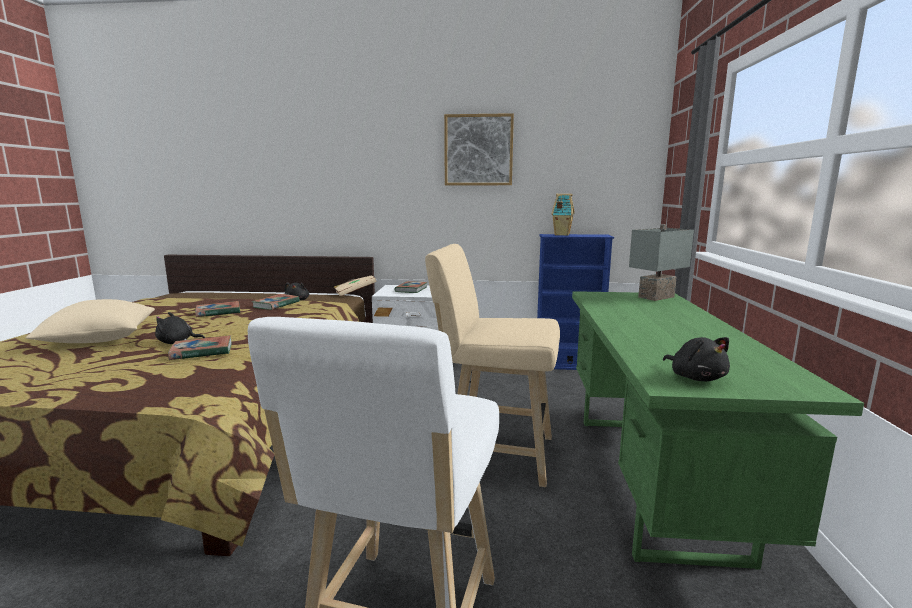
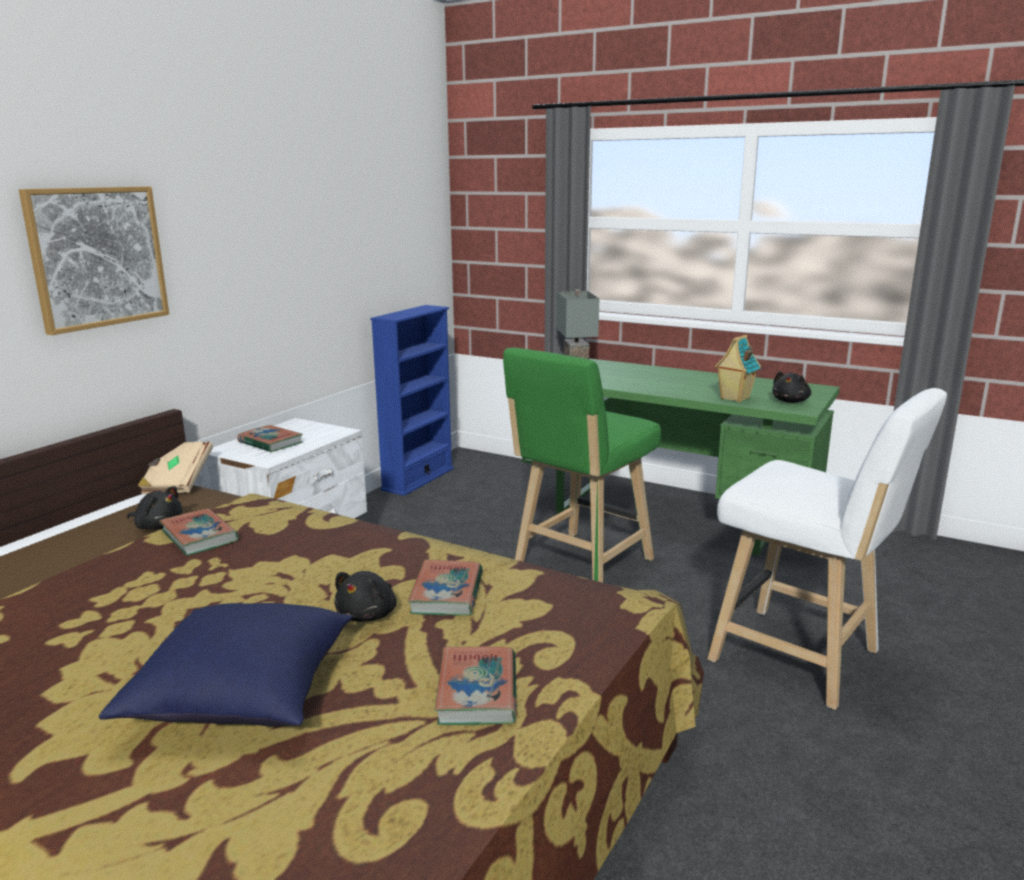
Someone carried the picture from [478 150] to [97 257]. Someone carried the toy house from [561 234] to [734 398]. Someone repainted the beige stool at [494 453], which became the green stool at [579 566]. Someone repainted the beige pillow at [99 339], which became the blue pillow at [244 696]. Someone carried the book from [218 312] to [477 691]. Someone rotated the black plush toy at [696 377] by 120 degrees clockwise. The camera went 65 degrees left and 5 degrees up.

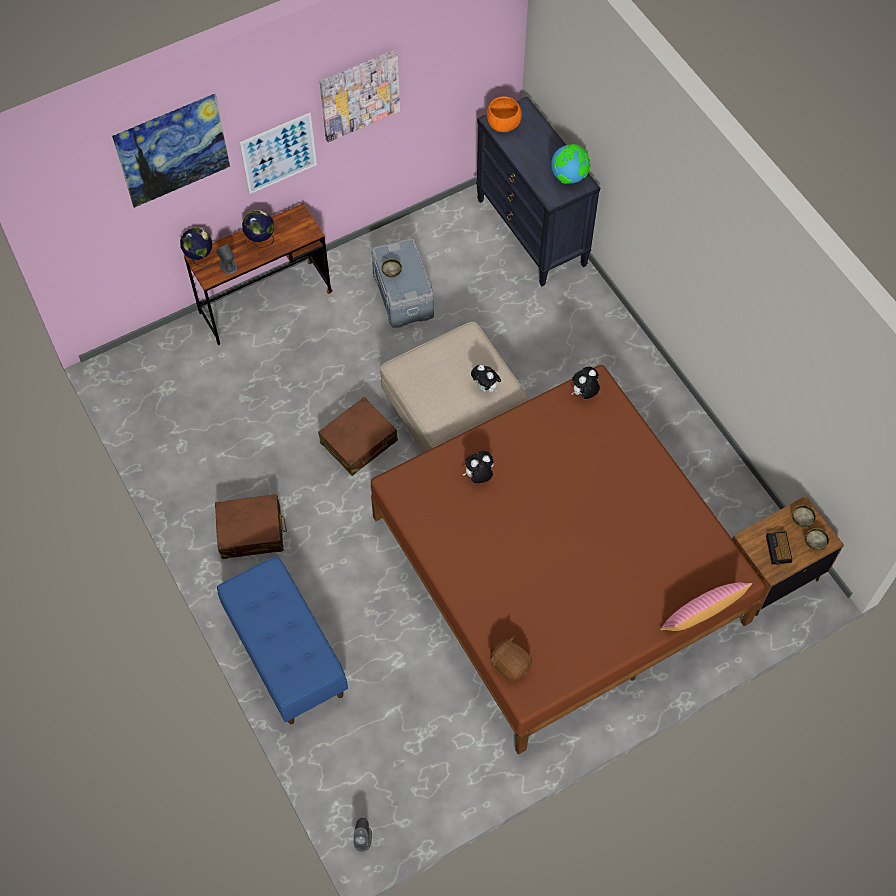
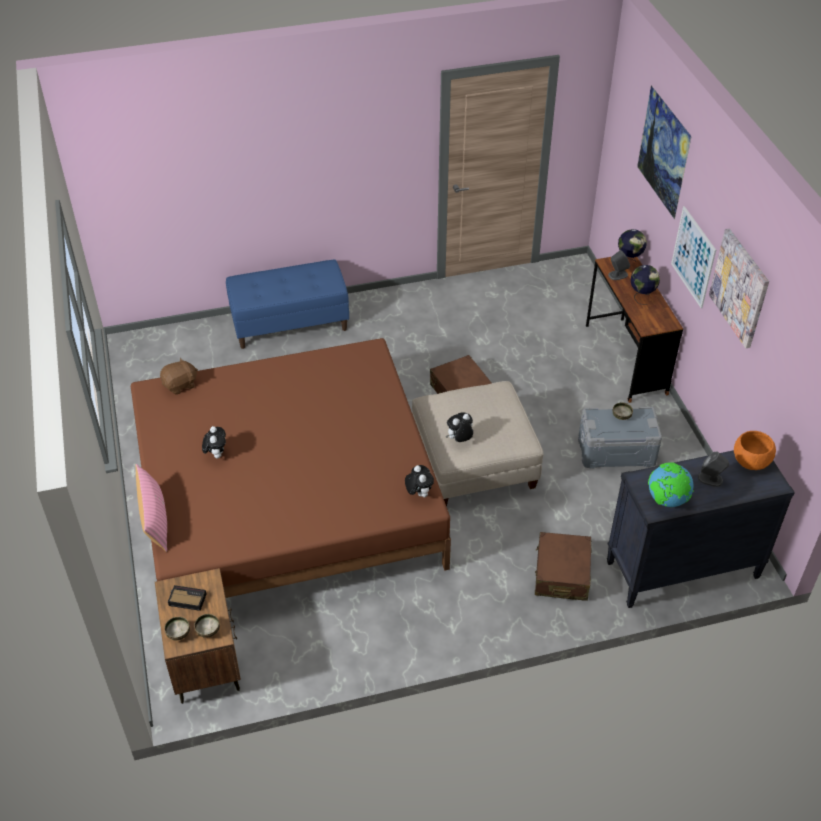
Someone carried the plush toy from [479 477] to [216 454]. Someone carried the brown suitcase from [251 532] to [561 574]. Someone carried the grey speaker from [362 838] to [710 479]. The camera went 105 degrees right and 15 degrees down.

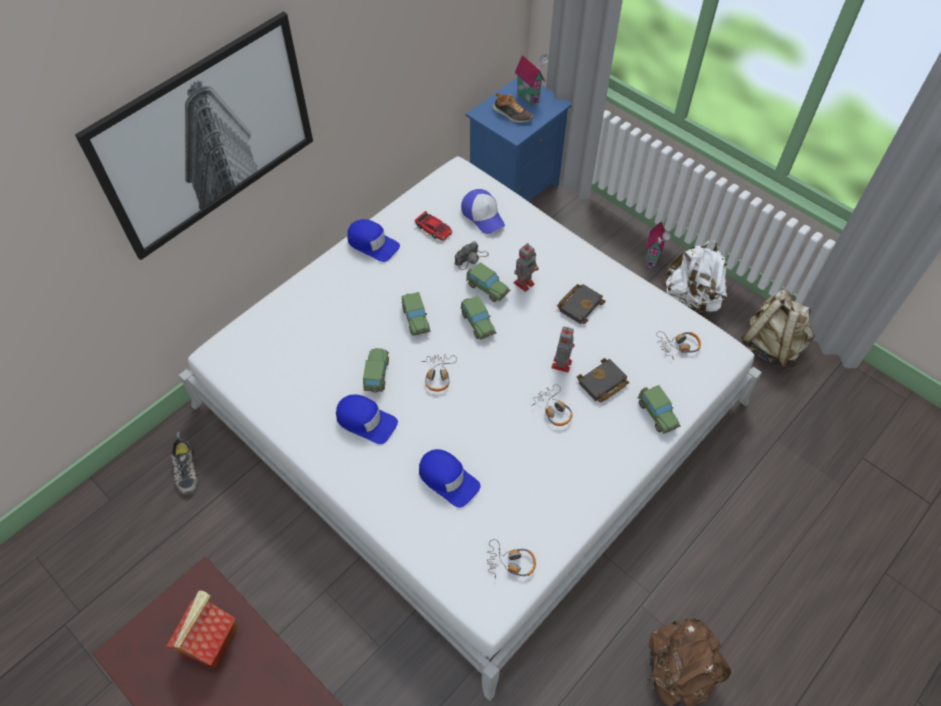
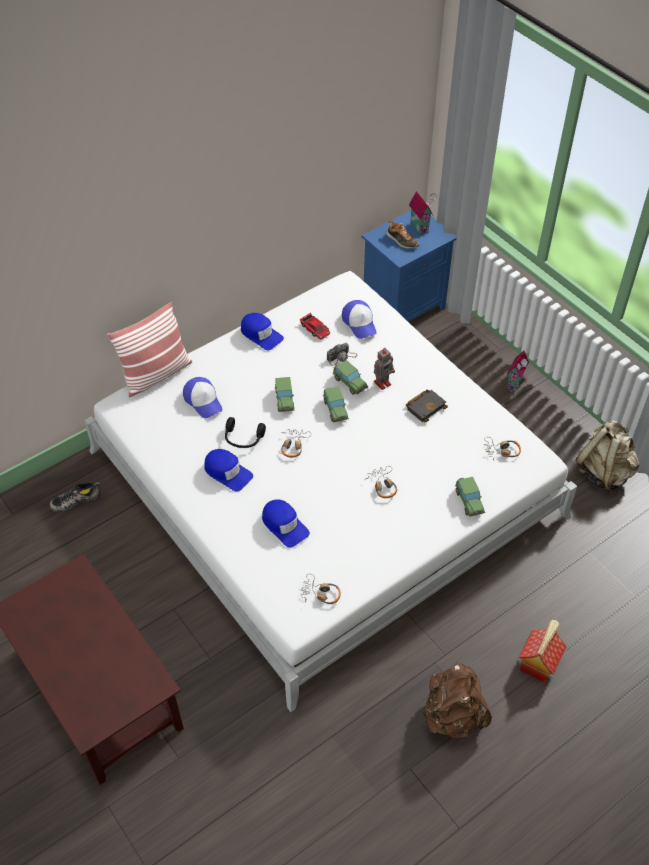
Someone took away the picture at [207 135]. Someone took away the white backpack at [690 300]. Someone took away the toy robot at [561 363]. Someone swapped the toy car at [376 375] for the black headphones at [243 438]. Someone took away the black book at [602 384]. Someone rotated the shoe at [185 469] by 75 degrees clockwise. Someone carried the toy house from [210 639] to [538 662]. Someone put down the pillow at [156 374]. Someone put down the cap at [203 401]. The camera went 10 degrees right and 5 degrees down.

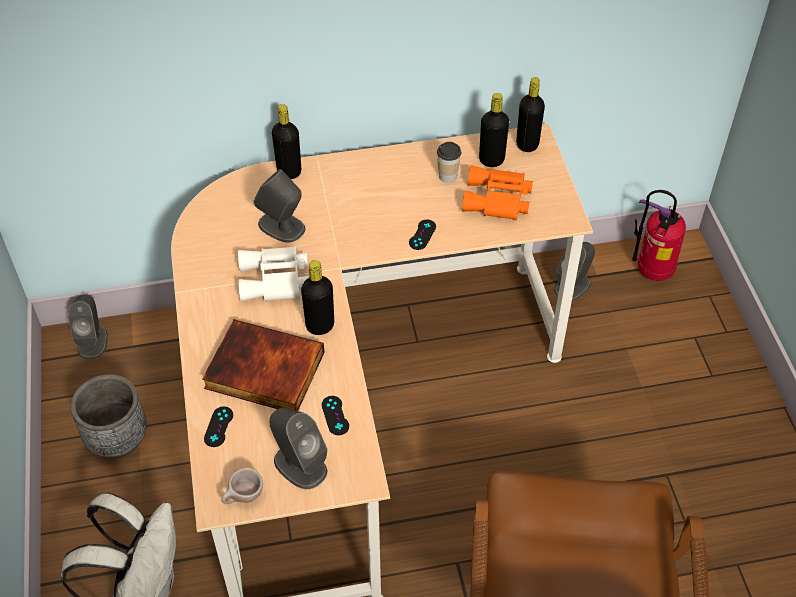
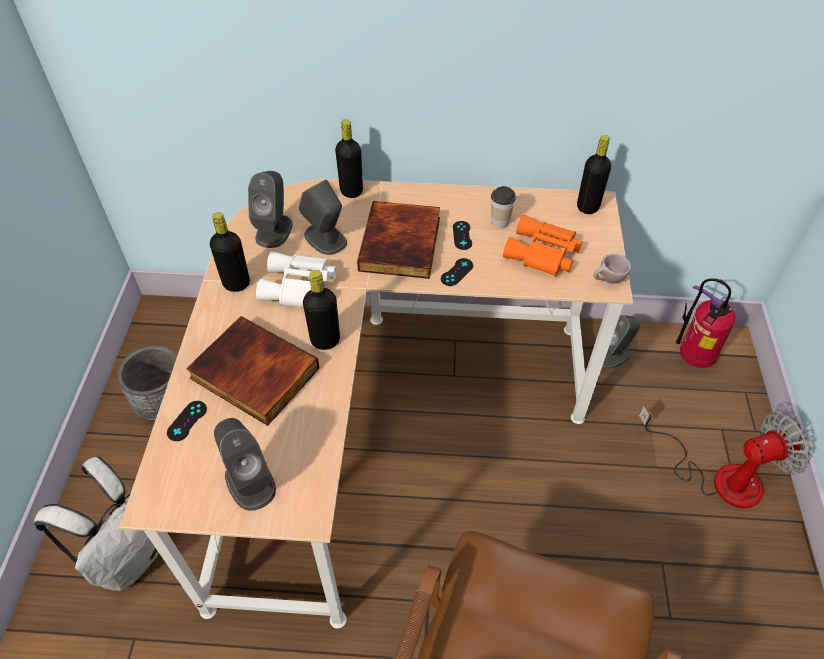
Someone carried the black bottle from [491 160] to [236 283]. Someone carried the grey speaker from [92 342] to [274 230]. Someone carried the black game controller from [335 415] to [462 235]. Someone carried the beige cup from [243 499] to [607 281]. Someone put down the book at [402 244]. Someone put down the fan at [719 476]. The camera went 15 degrees right and 0 degrees up.

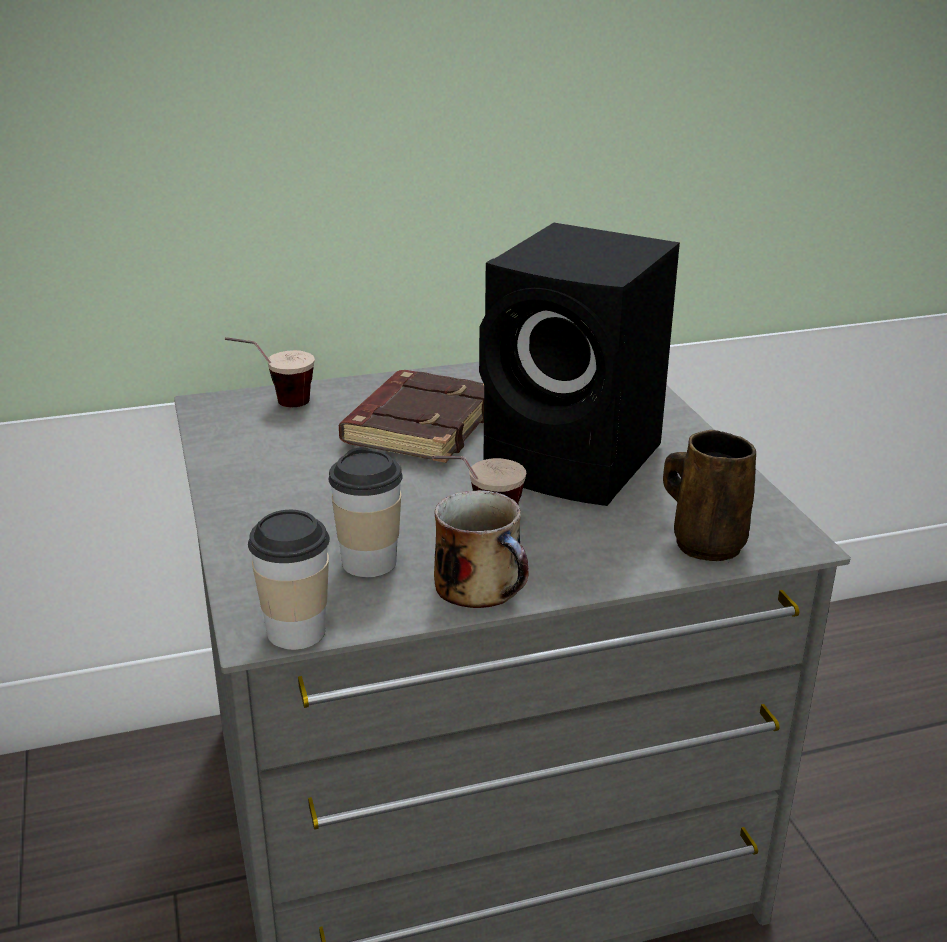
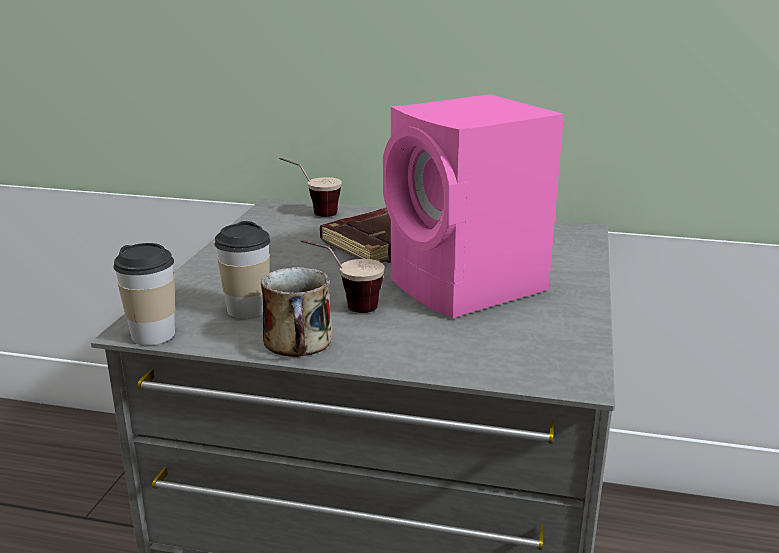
Someone repainted the black speaker at [579 463], which became the pink speaker at [469 288]. Someone took away the brown mug at [704 543]. The camera went 30 degrees right and 5 degrees down.

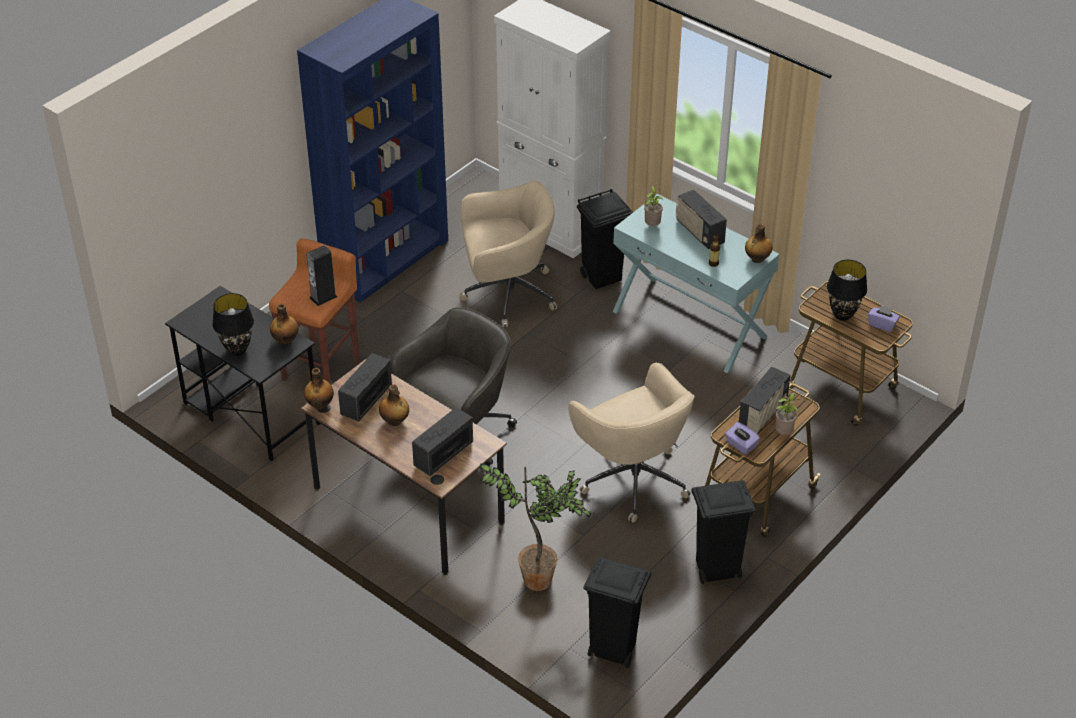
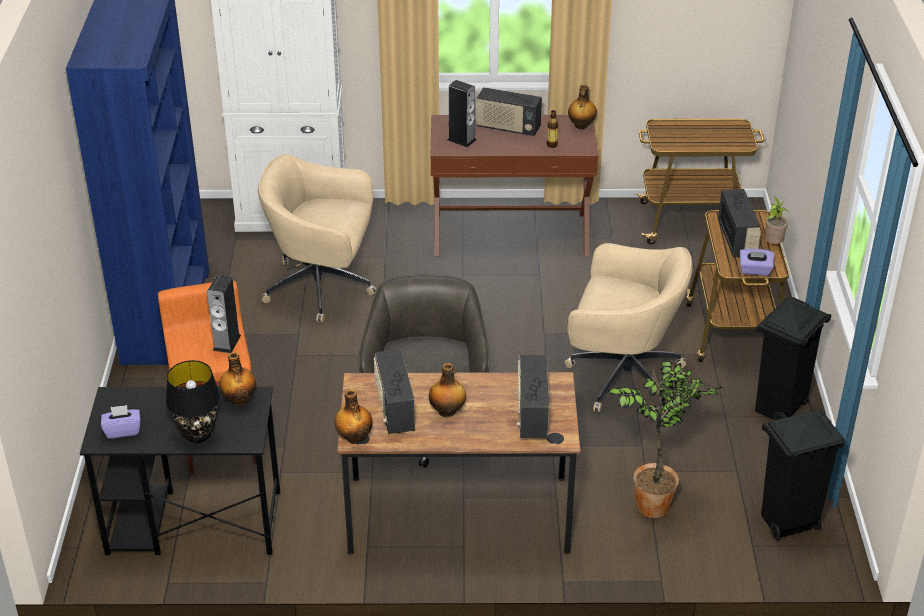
Someone rotated the beige office chair at [507 294] by 120 degrees counterclockwise. Someone swapped the potted plant at [652 225] for the speaker at [461 140]. Someone took away the black trash can at [602 277]. Someone repainted the turquoise console table at [690 323], which became the brown console table at [510 233]. Someone took away the black table lamp at [843 315]. Someone carried the purple tissue box from [882 324] to [122 430]. The camera went 40 degrees left and 5 degrees down.

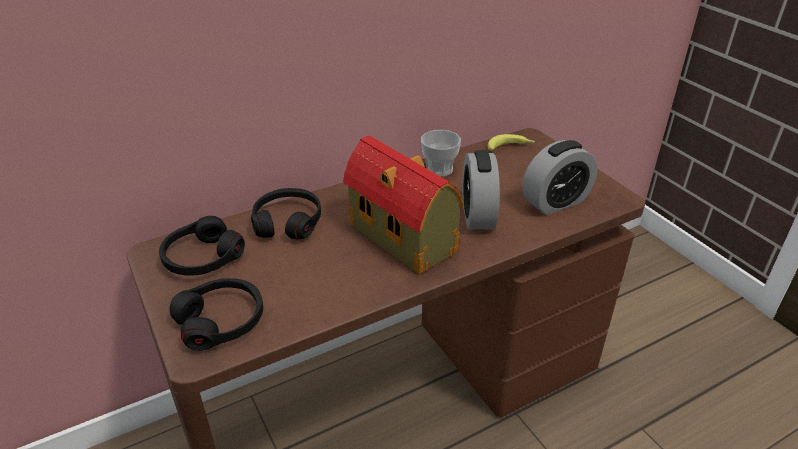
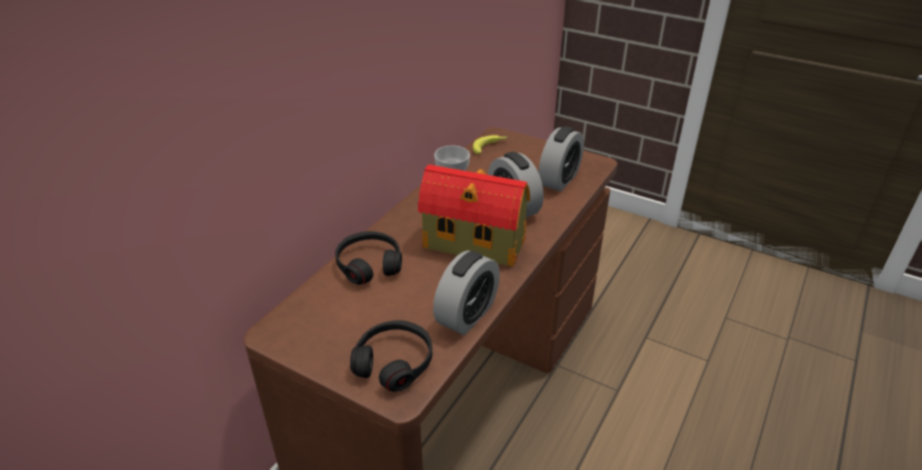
Someone took away the black headphones at [202 258]. Someone put down the alarm clock at [467 315]. The camera went 30 degrees left and 0 degrees up.

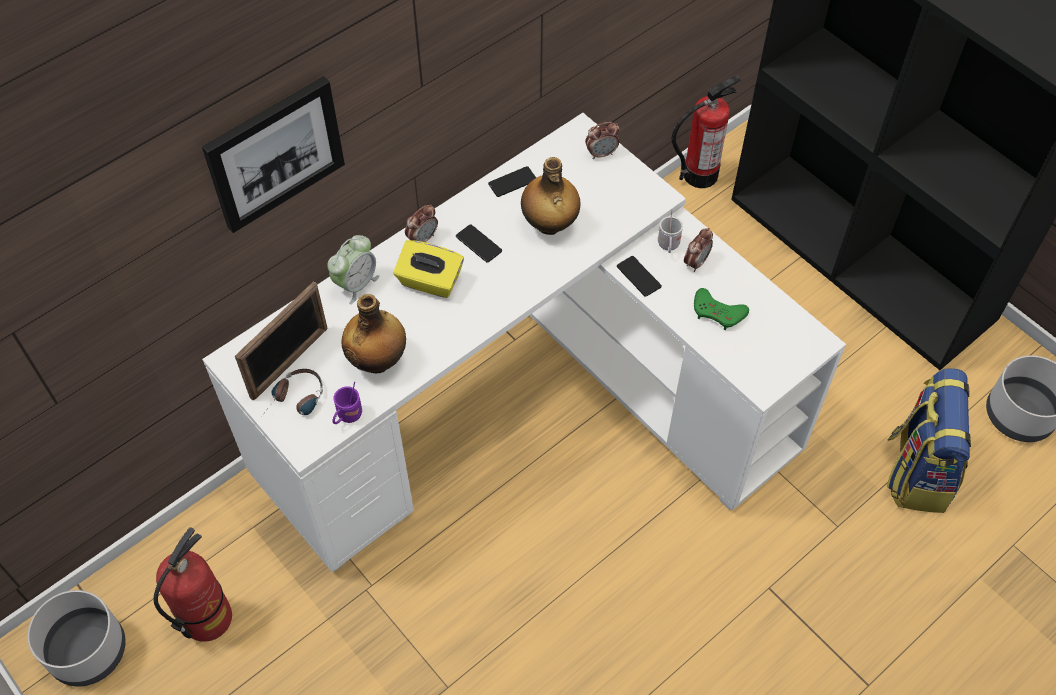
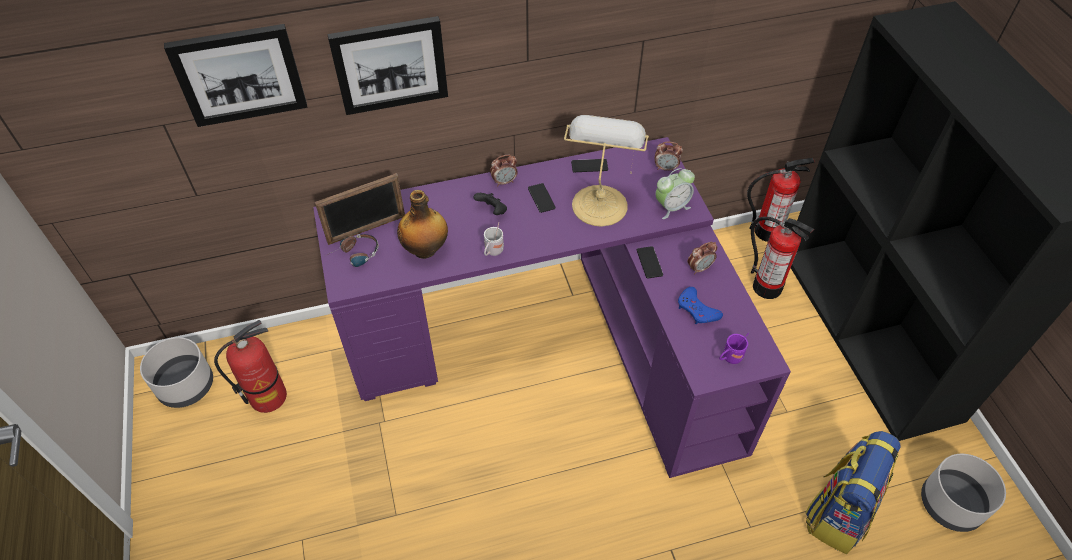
Someone repainted the white desk at [526 404], which became the purple desk at [557 341]. Someone swapped the bottle at [549 225] for the table lamp at [599 203]. Someone carried the white mug from [668 246] to [492 252]. Someone carried the alarm clock from [356 284] to [671 207]. Someone swapped the yellow tissue box at [430 281] for the black game controller at [492 211]. Someone repainted the green game controller at [718 312], which became the blue game controller at [697 310]. Someone carried the purple mug from [347 417] to [729 358]. Someone put up the picture at [239 74]. Someone put down the fire extinguisher at [767 287]. The camera went 25 degrees right and 5 degrees down.

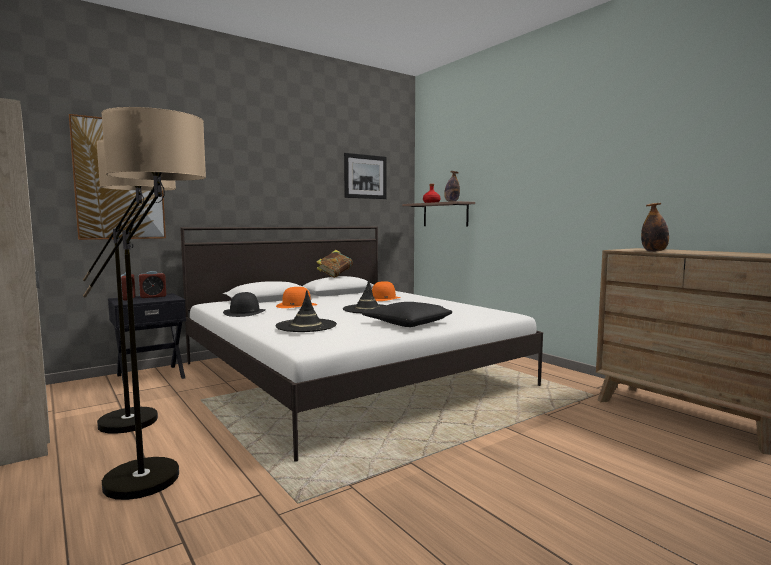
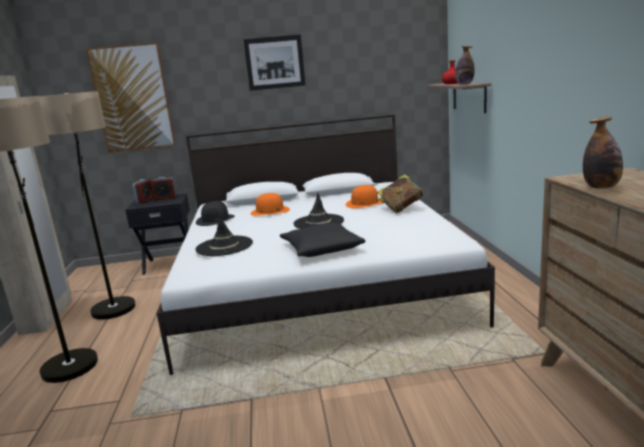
Someone carried the picture from [365 176] to [275 62]. Someone carried the book from [335 276] to [401 209]. The camera went 30 degrees right and 10 degrees up.

